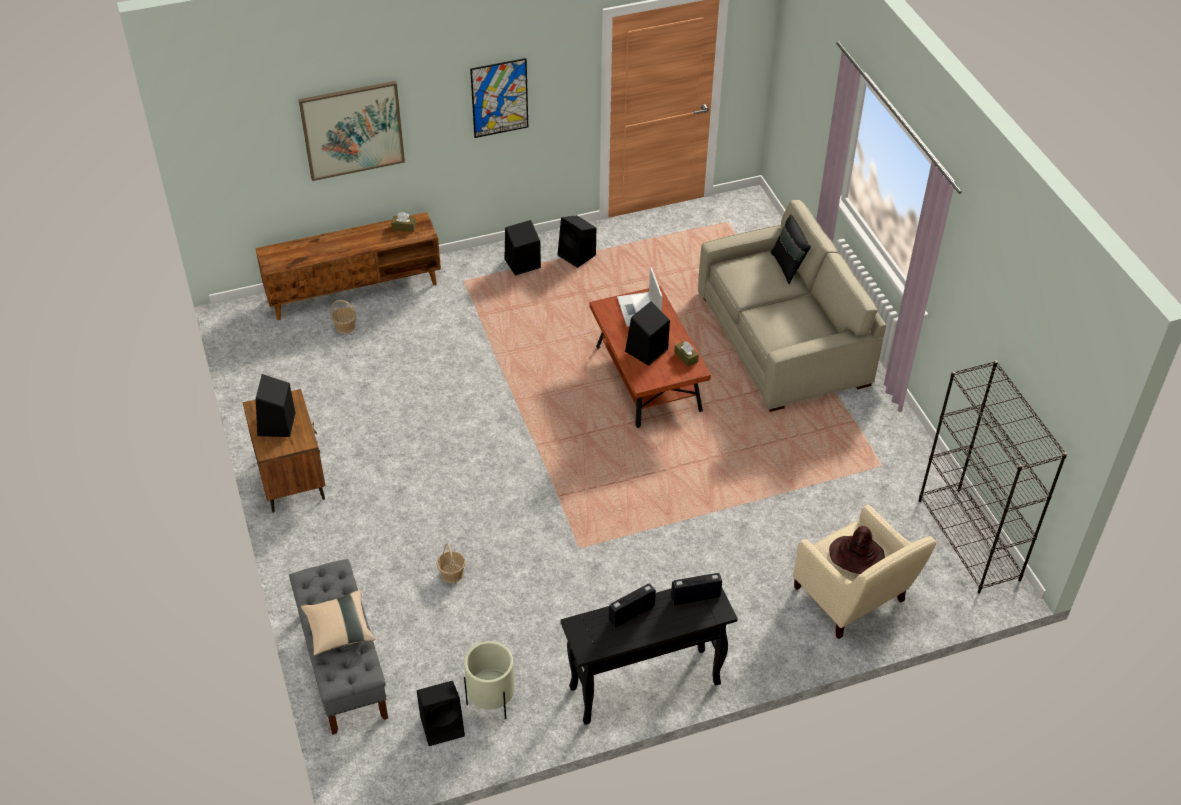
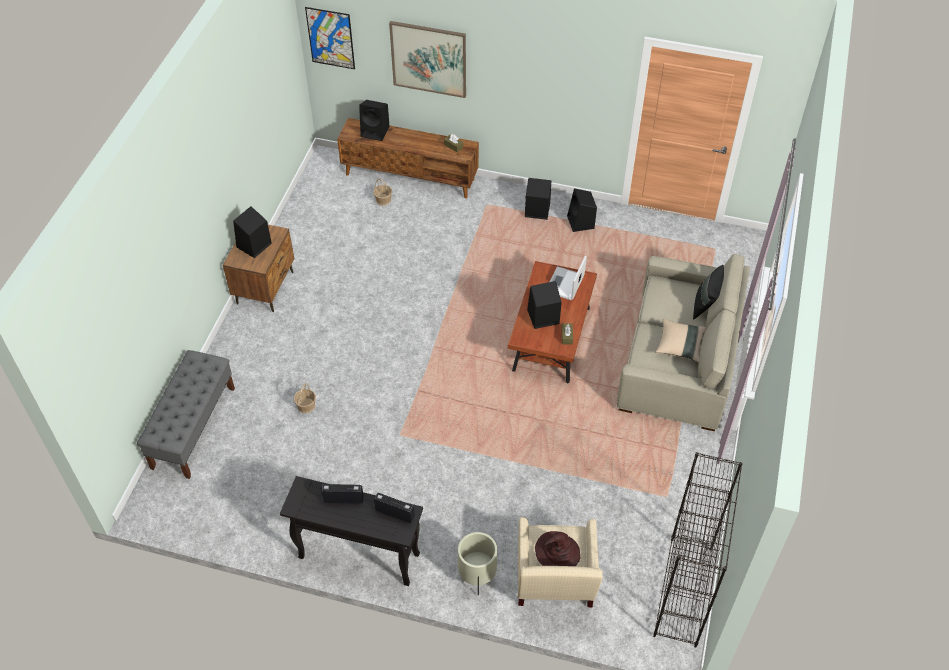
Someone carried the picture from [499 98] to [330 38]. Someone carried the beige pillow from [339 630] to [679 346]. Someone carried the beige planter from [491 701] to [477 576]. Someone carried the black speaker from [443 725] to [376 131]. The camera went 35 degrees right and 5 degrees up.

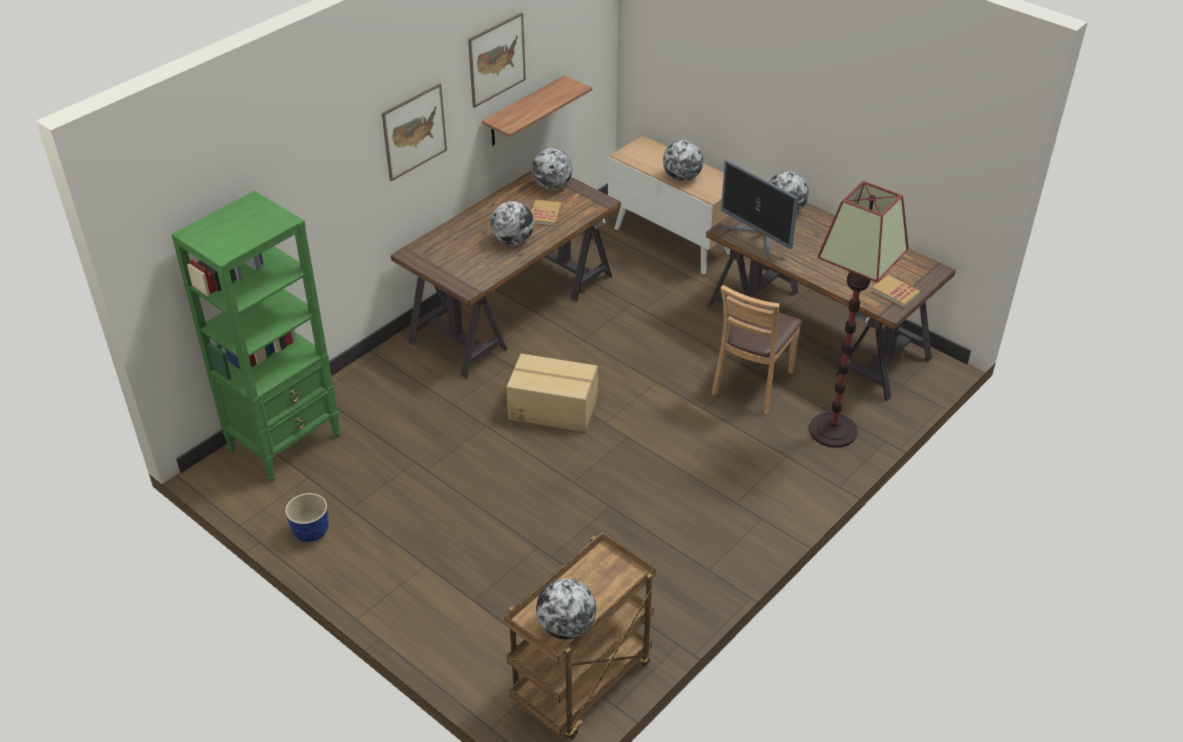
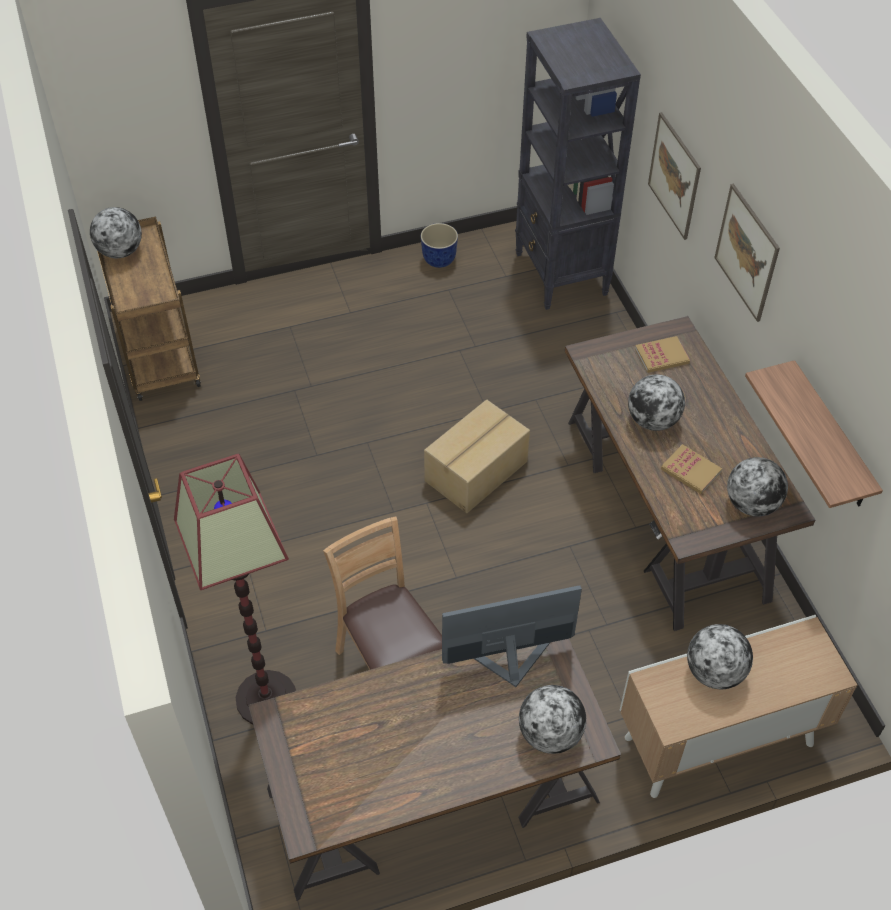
Someone carried the picture from [497 59] to [674 176]. Someone repainted the green bookcase at [286 442], which became the black bookcase at [561 275]. Someone carried the book from [895 293] to [661 356]. The camera went 120 degrees right and 10 degrees up.

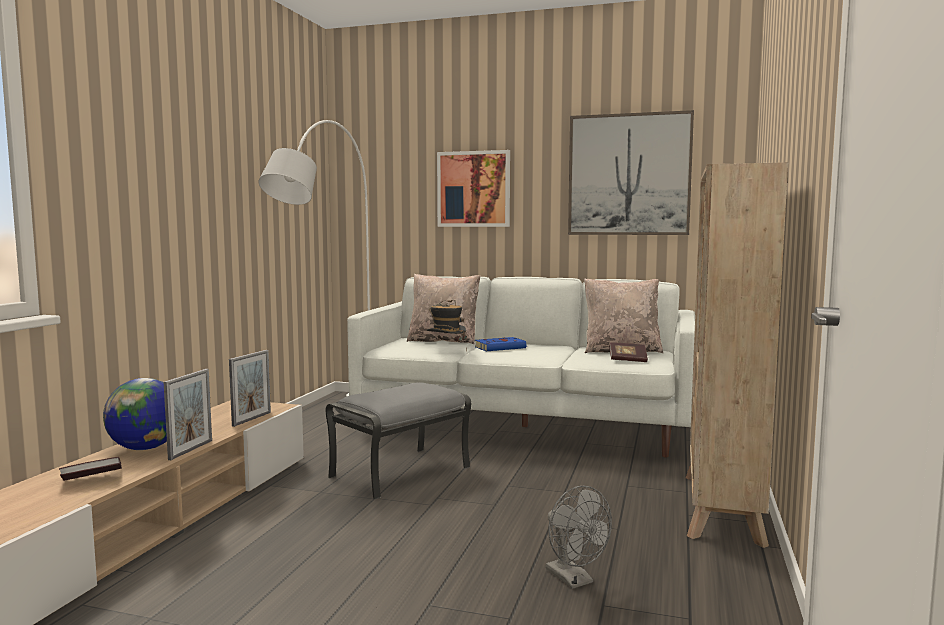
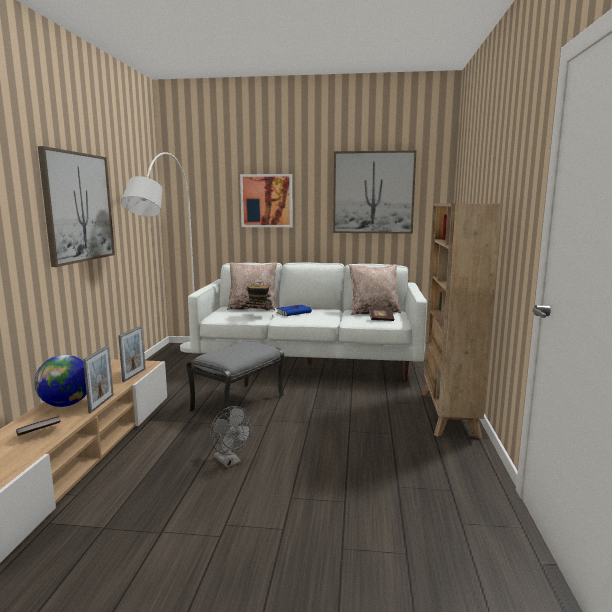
Someone carried the grey fan from [574 580] to [230 462]. Someone put up the picture at [78 207]. The camera went 10 degrees left and 5 degrees up.

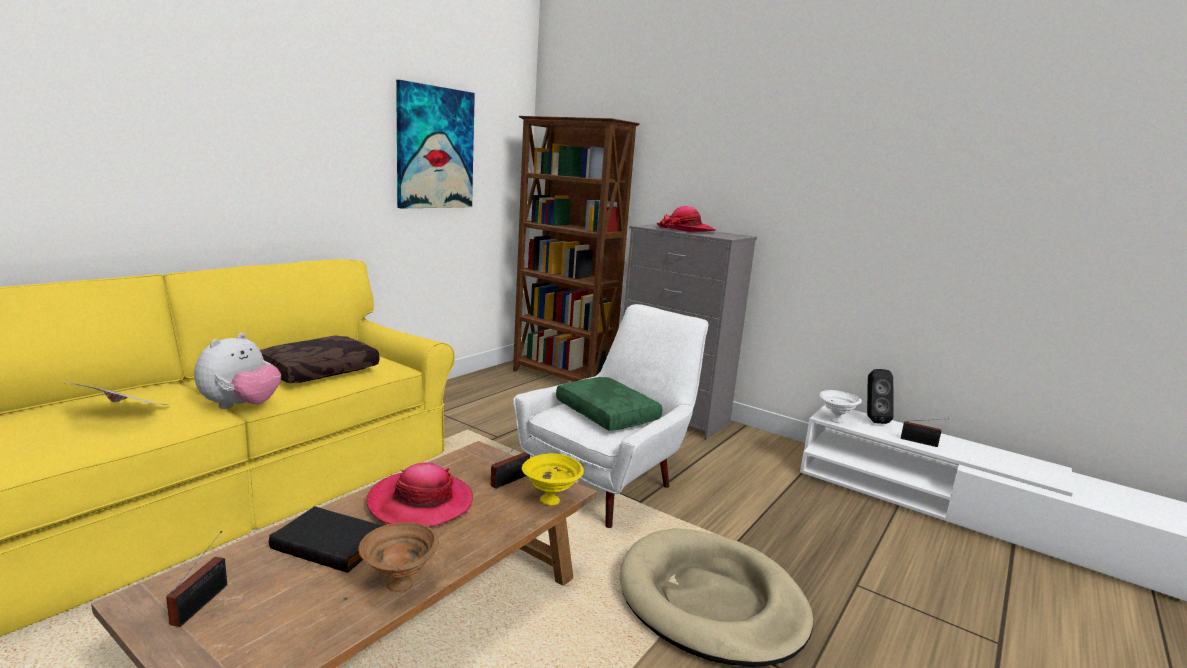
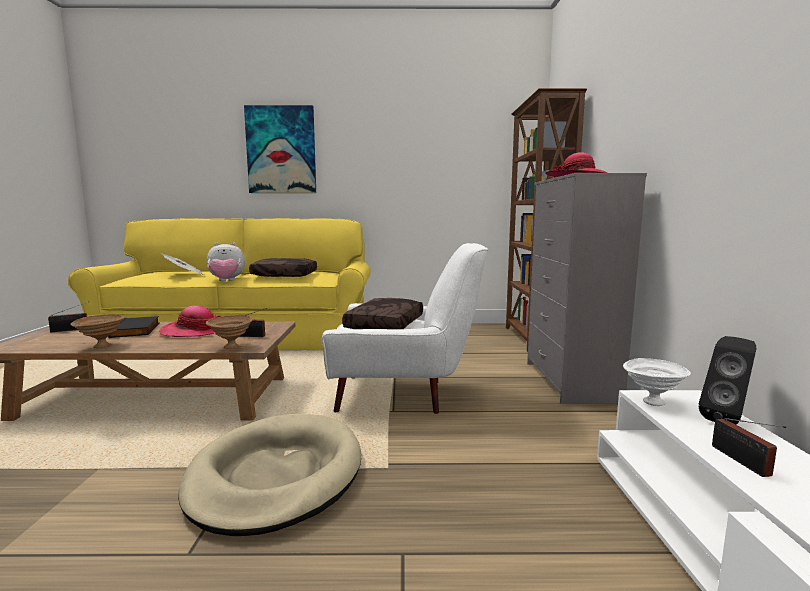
Someone carried the picture from [435 148] to [281 150]. Someone repainted the green pillow at [608 414], which became the brown pillow at [386 325]. Someone repainted the yellow bowl at [551 501], which became the brown bowl at [232 347]. The camera went 55 degrees right and 5 degrees down.

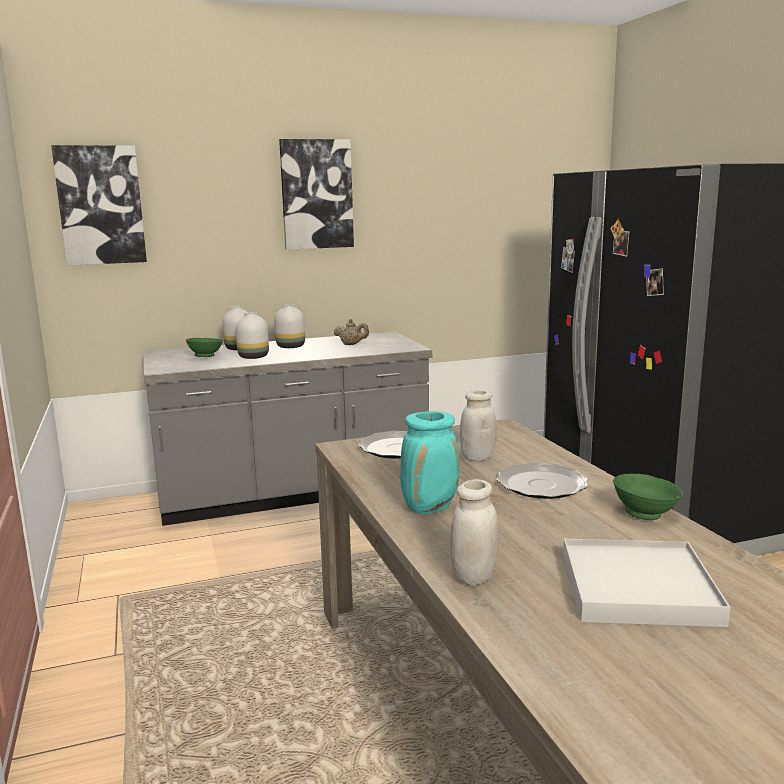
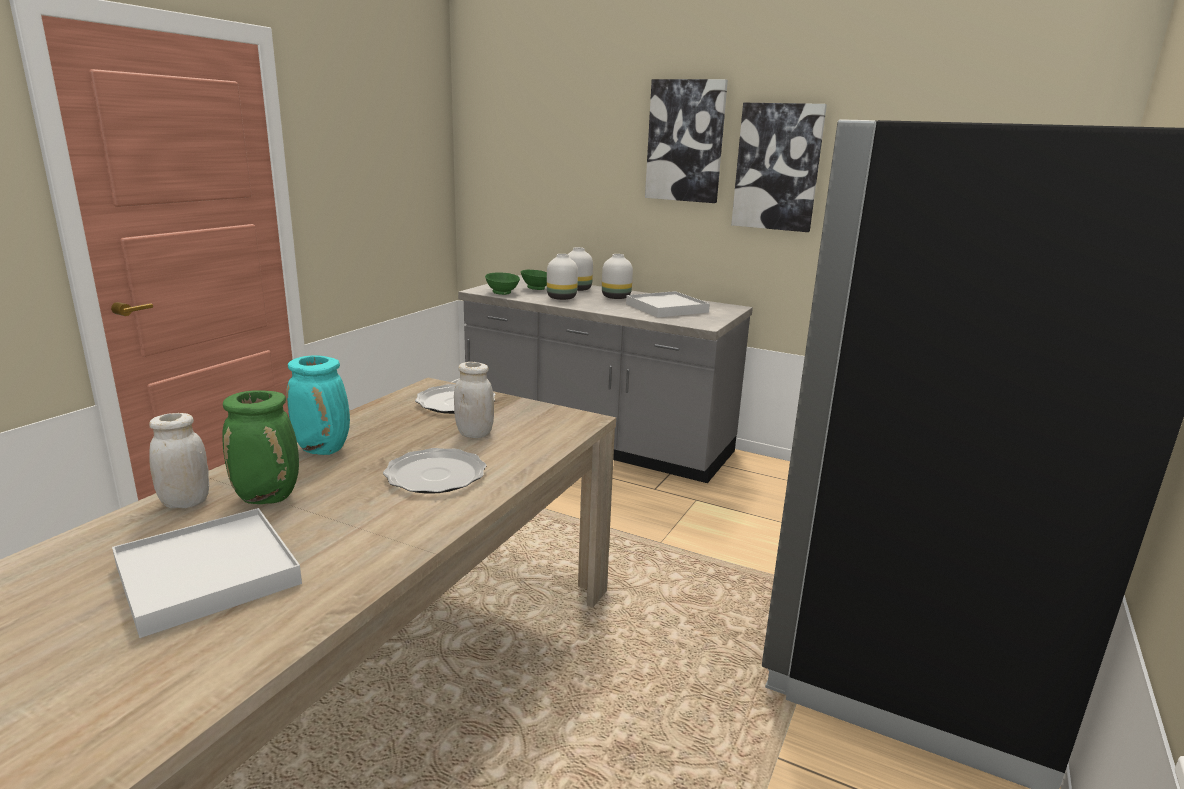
Someone carried the picture from [101 205] to [777 167]. Someone swapped the beige teapot at [351 344] for the white tray at [667 308]. Someone carried the green bowl from [646 514] to [502 293]. Someone put down the green vase at [269 497]. The camera went 45 degrees right and 5 degrees up.

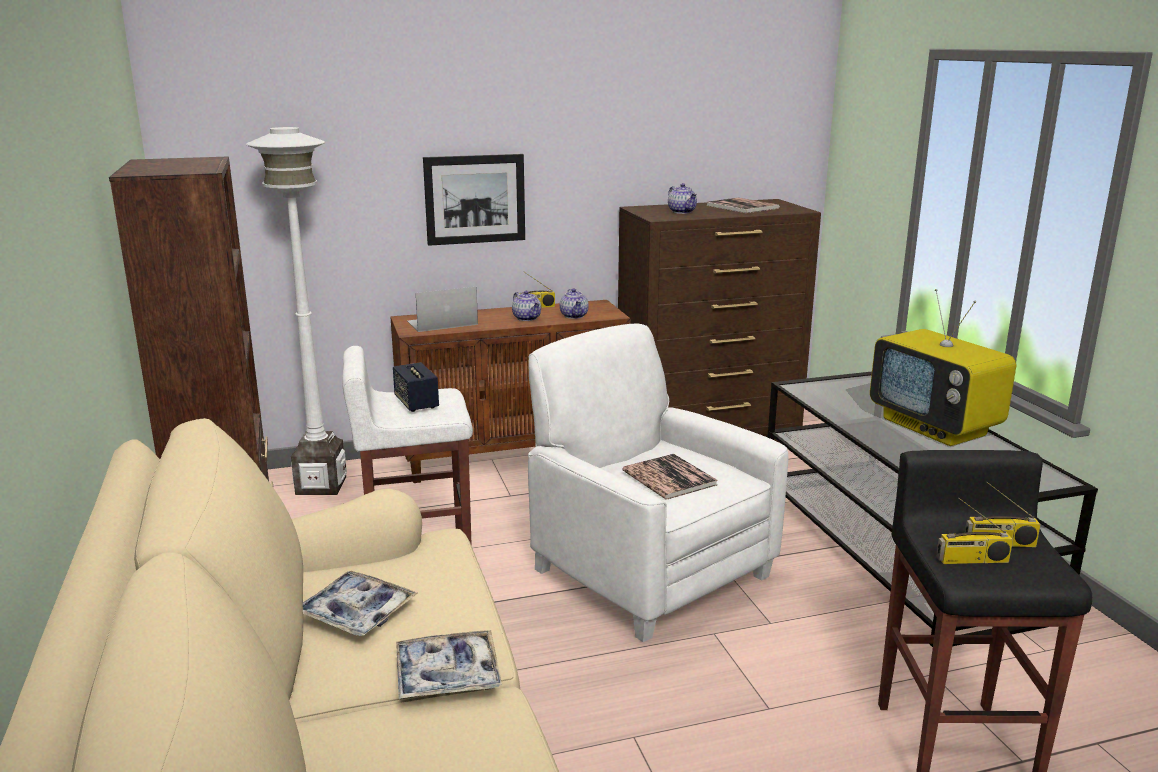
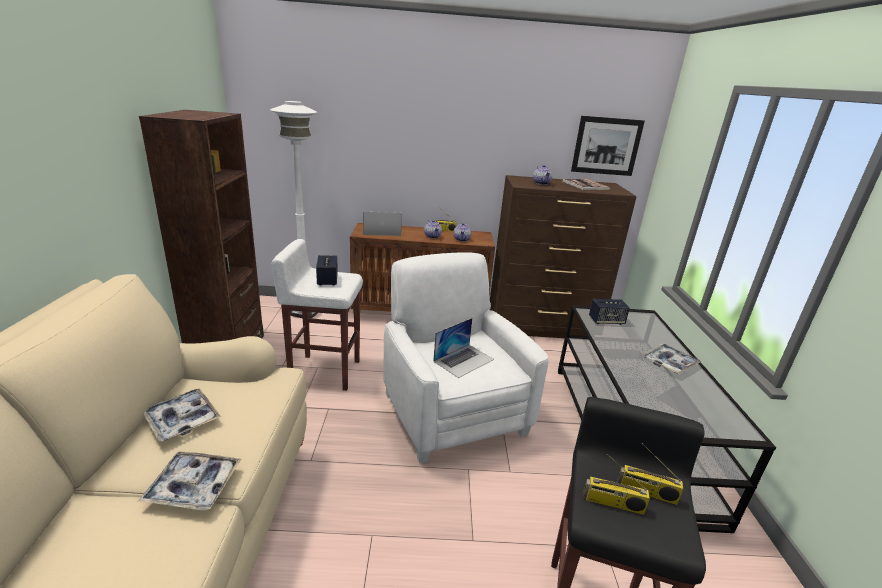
Someone carried the picture from [475 199] to [606 146]. Someone swapped the television at [935 427] for the tray at [669 363]. Someone swapped the book at [669 478] for the laptop at [464 360]. Someone put down the speaker at [606 321]. The camera went 15 degrees right and 5 degrees up.

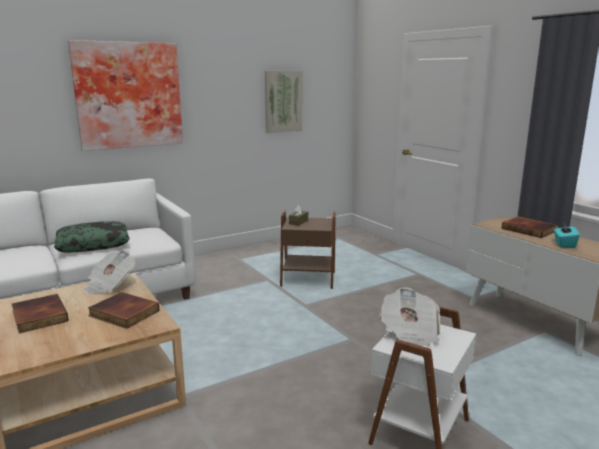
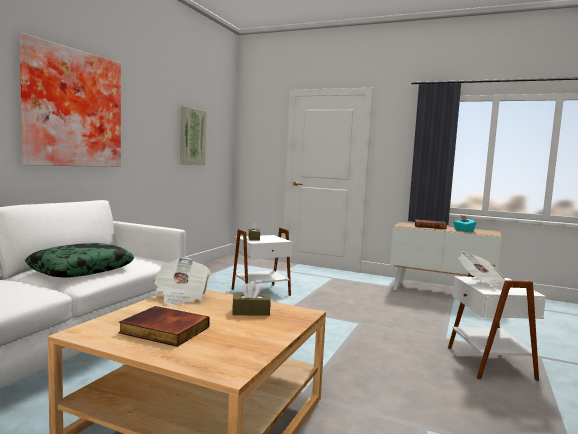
Someone repainted the brown side table at [308 279], which became the white side table at [261 292]. Someone swapped the book at [123 313] for the brown tissue box at [251 312]. The camera went 35 degrees left and 10 degrees down.

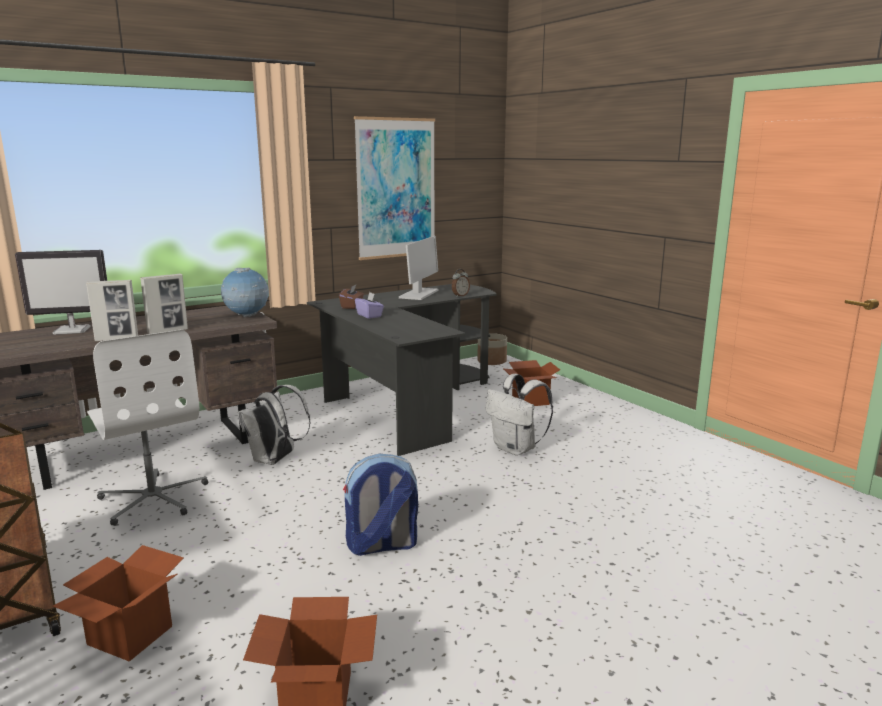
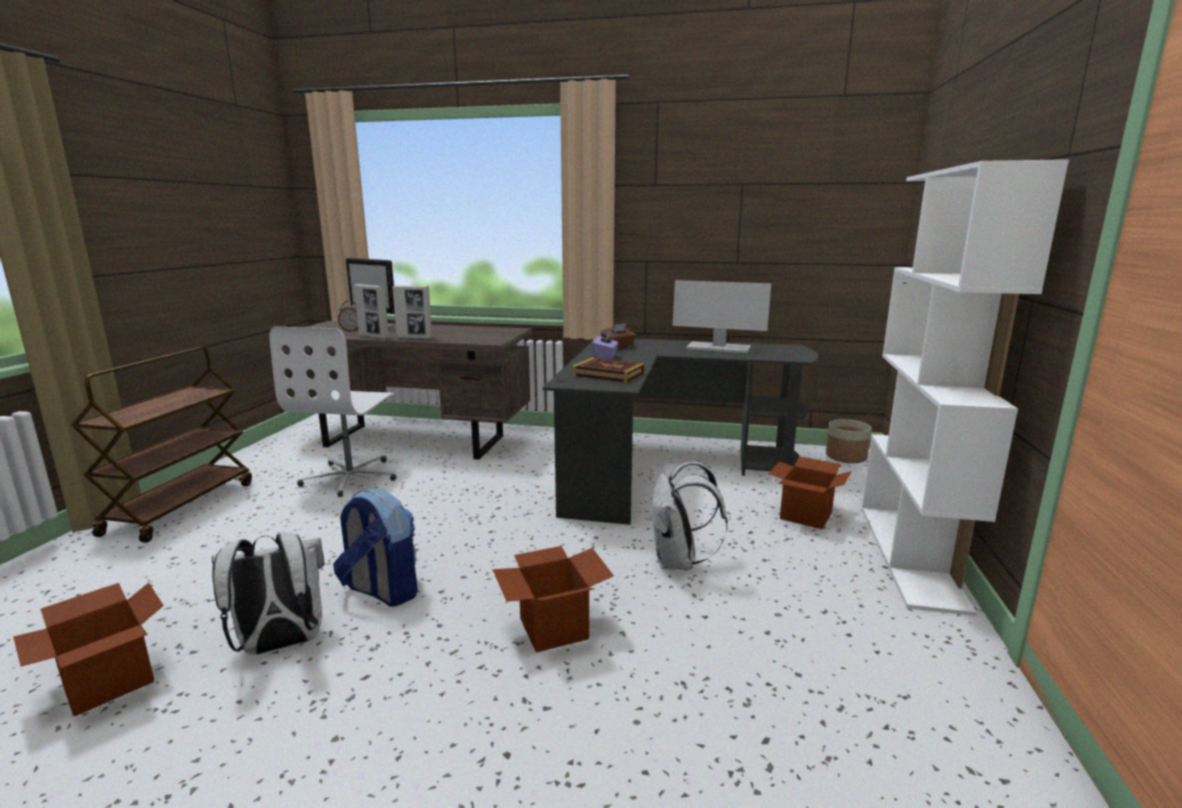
Someone took away the picture at [396 188]. Someone rotated the monitor at [419 294] by 45 degrees clockwise. Someone took away the globe at [247 316]. Someone carried the alarm clock from [460 296] to [352 331]. Someone carried the white backpack from [275 460] to [280 645]. Someone carried the cardboard box from [130 635] to [554 628]. Someone put down the white bookcase at [911 555]. Someone put down the book at [608 374]. The camera went 45 degrees right and 0 degrees up.

